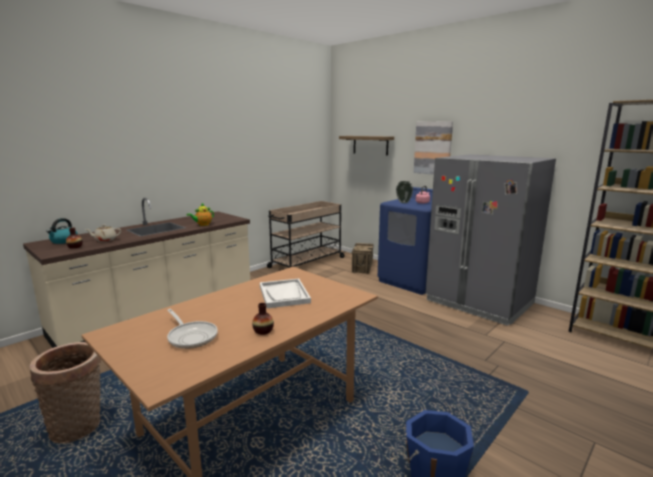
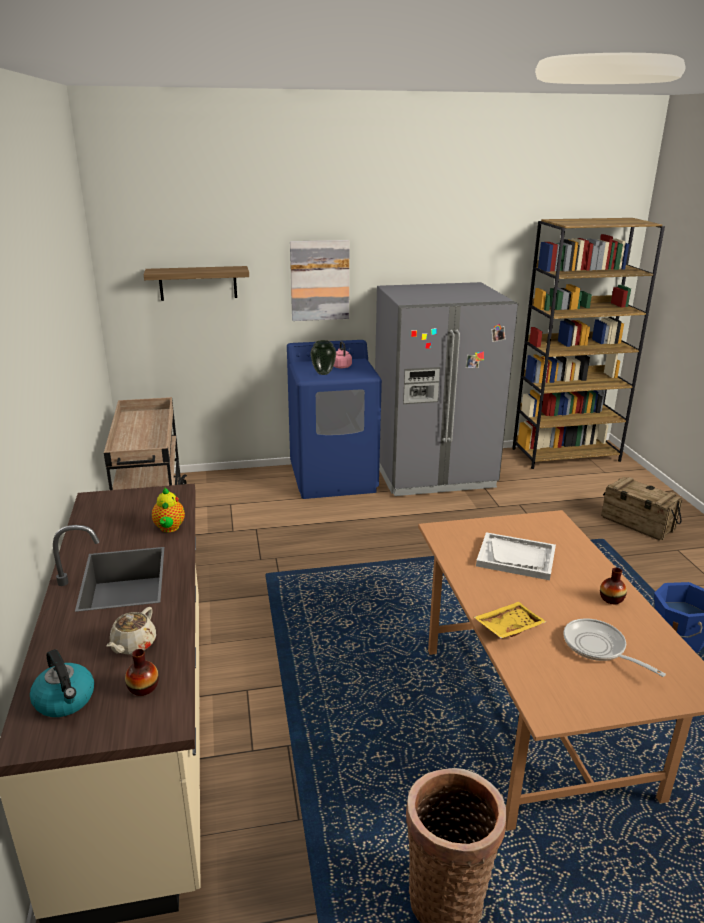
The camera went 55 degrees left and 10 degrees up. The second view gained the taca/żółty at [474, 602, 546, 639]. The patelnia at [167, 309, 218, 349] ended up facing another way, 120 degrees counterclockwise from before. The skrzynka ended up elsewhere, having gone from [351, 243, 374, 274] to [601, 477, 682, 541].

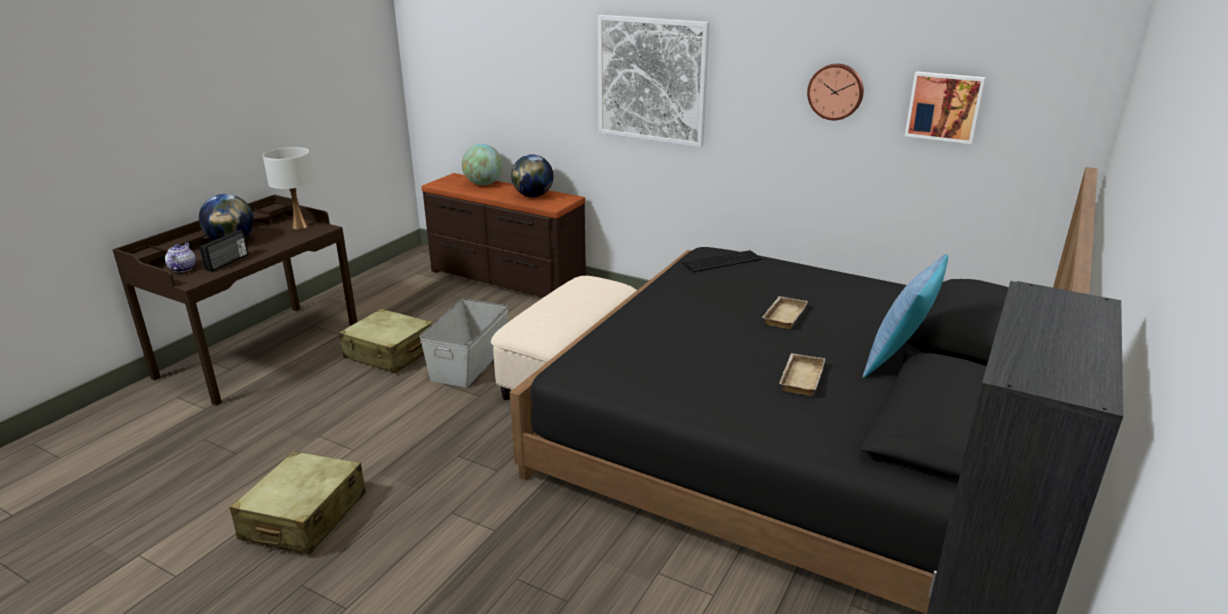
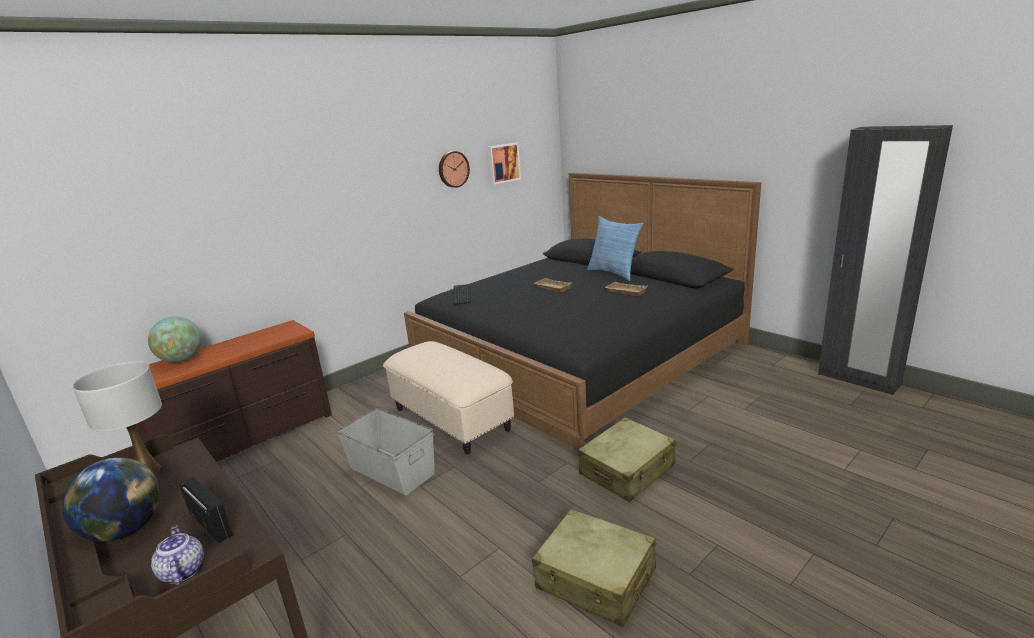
The camera went 70 degrees left and 5 degrees down. The imbryk at [165, 243, 196, 272] ended up facing another way, 45 degrees clockwise from before. The walizka/beżowy ended up elsewhere, having gone from [338, 309, 433, 373] to [578, 417, 676, 502]. The second view lost the globus at [511, 155, 553, 197]. The second view lost the obraz at [598, 15, 710, 147].

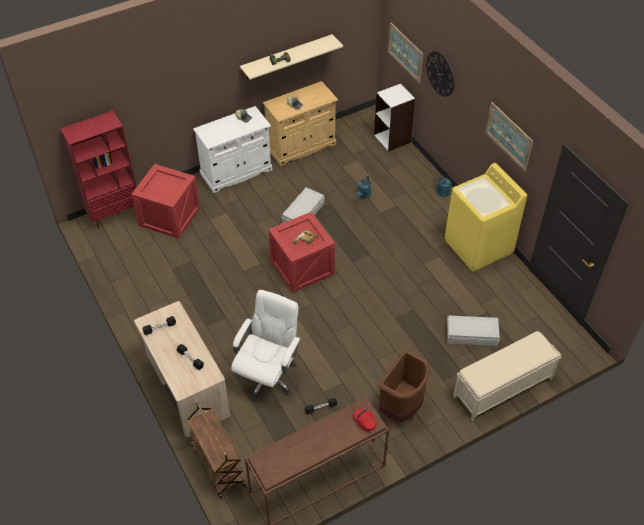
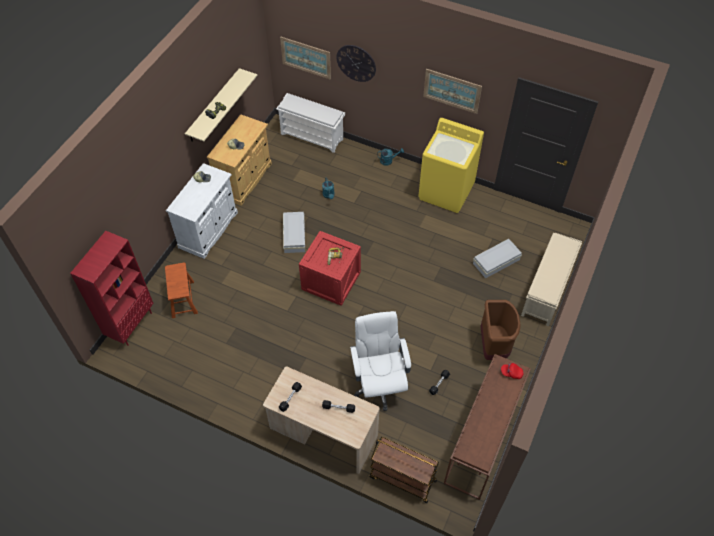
The camera went 35 degrees left and 5 degrees up. Where the skrzynka stood at [131, 164, 200, 239], the stołek/brązowy came to stand at [165, 263, 198, 318]. Where the regał/biały stood at [374, 83, 416, 152], the regał na buty/biały came to stand at [276, 93, 345, 153].

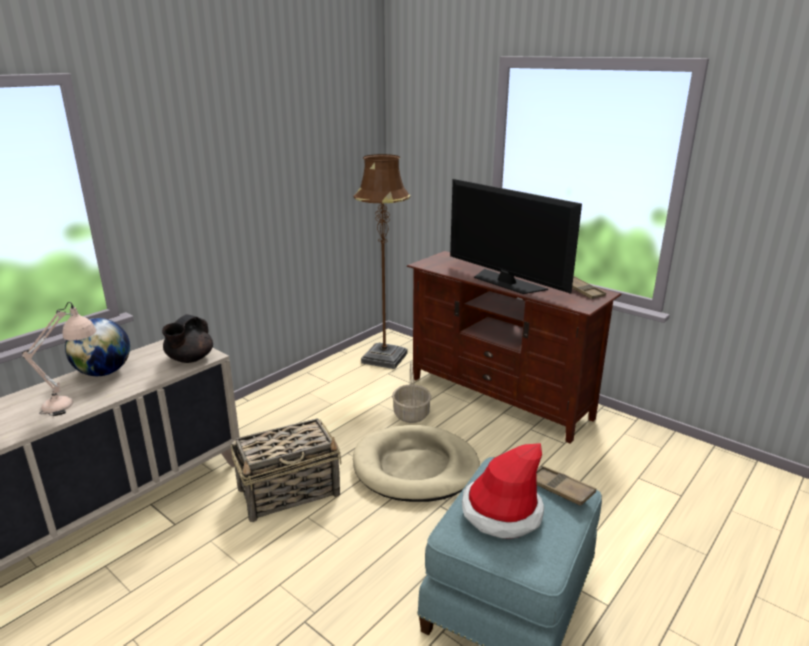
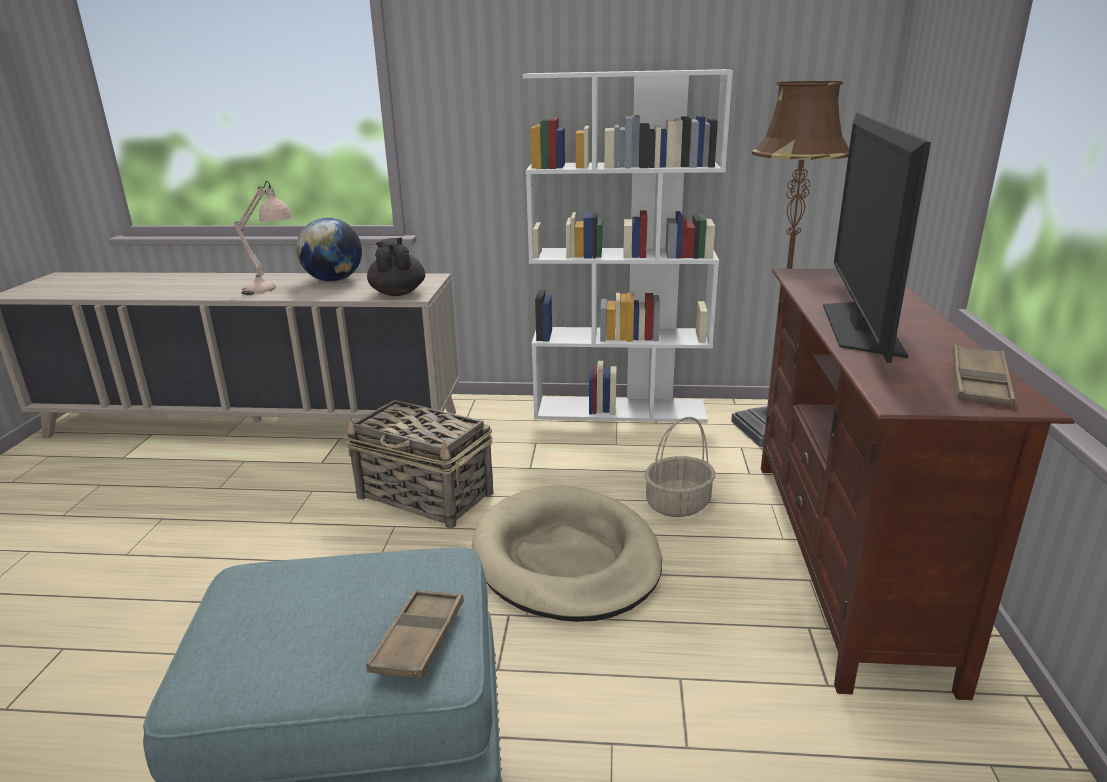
The camera went 55 degrees right and 0 degrees up. The imbryk/czarny at [162, 314, 213, 363] ended up facing another way, 90 degrees clockwise from before. The second view gained the regał/biały at [523, 69, 733, 422]. The second view lost the kapelusz at [462, 443, 544, 539].

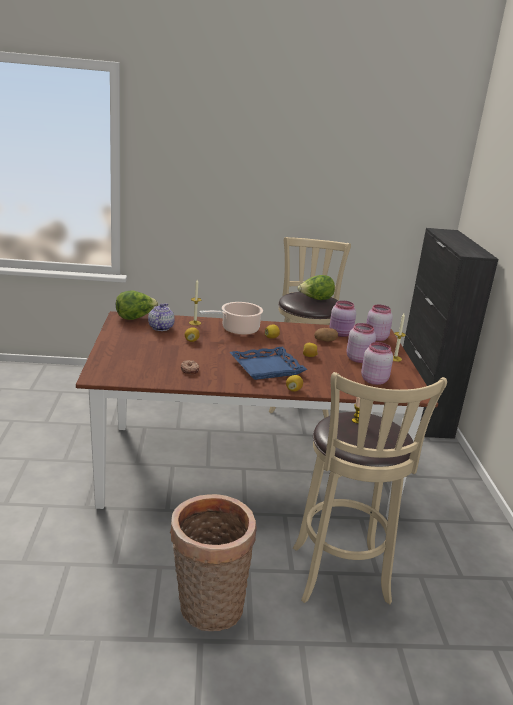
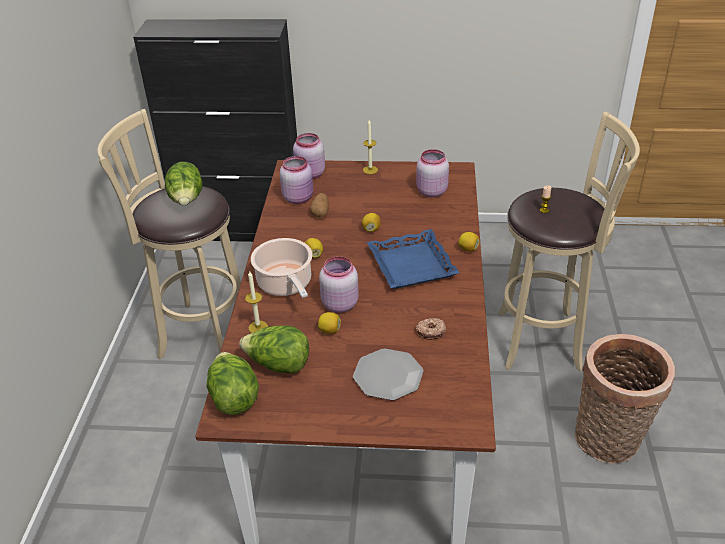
The camera went 80 degrees left and 15 degrees up. Where the imbryk stood at [148, 303, 175, 331], the sałata came to stand at [239, 326, 309, 374]. The słoik/różowy ended up elsewhere, having gone from [347, 323, 376, 363] to [319, 256, 359, 313]. The second view gained the talerz at [353, 349, 423, 400].

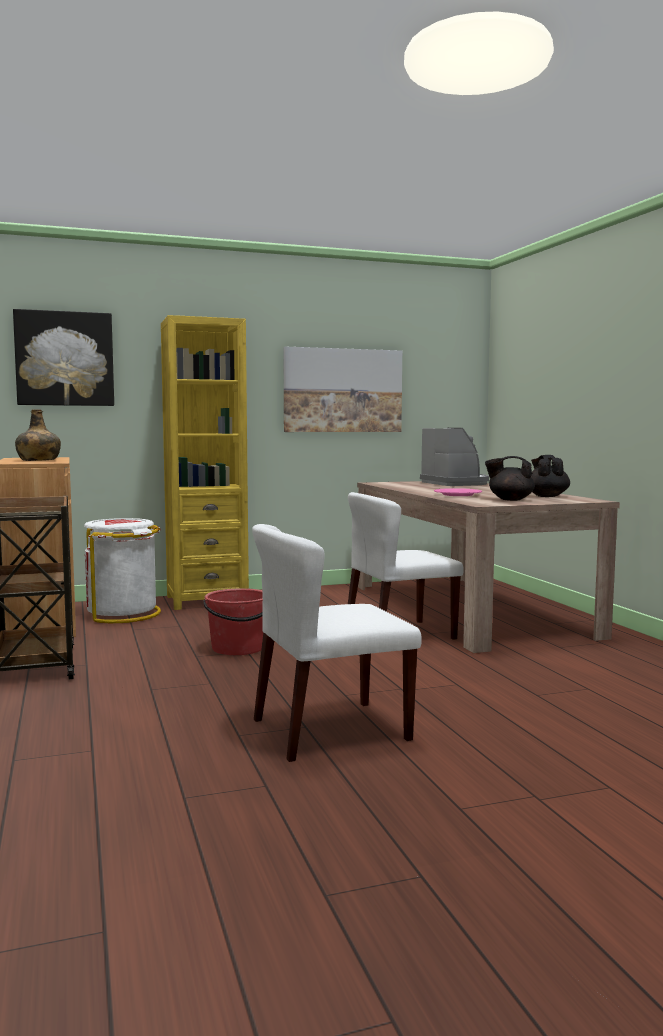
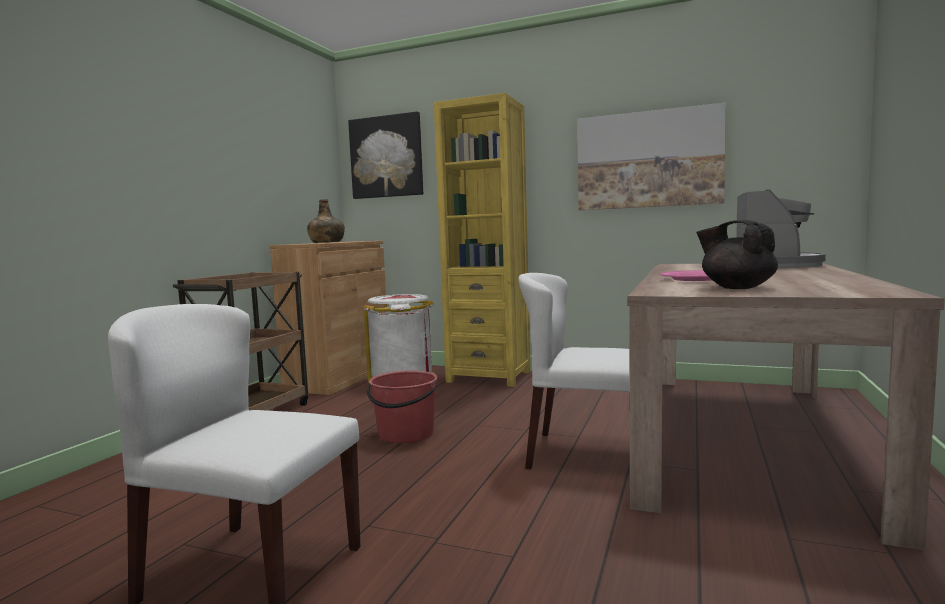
The camera went 40 degrees right and 0 degrees up. The second view lost the imbryk/czarny at [531, 455, 570, 497].

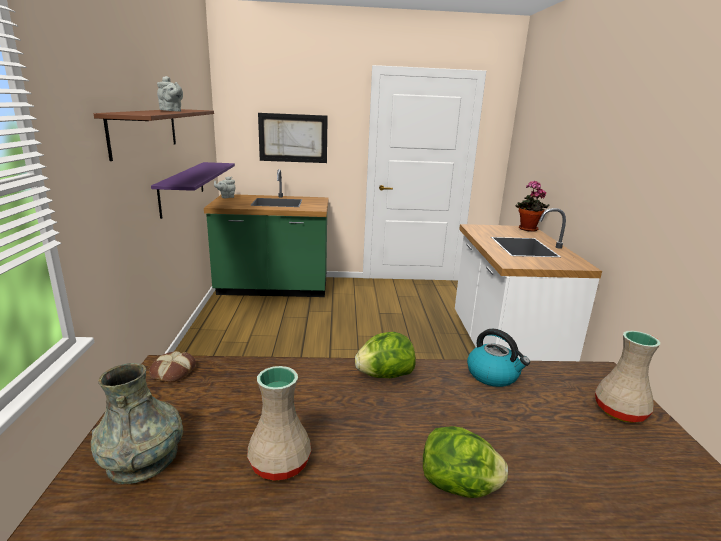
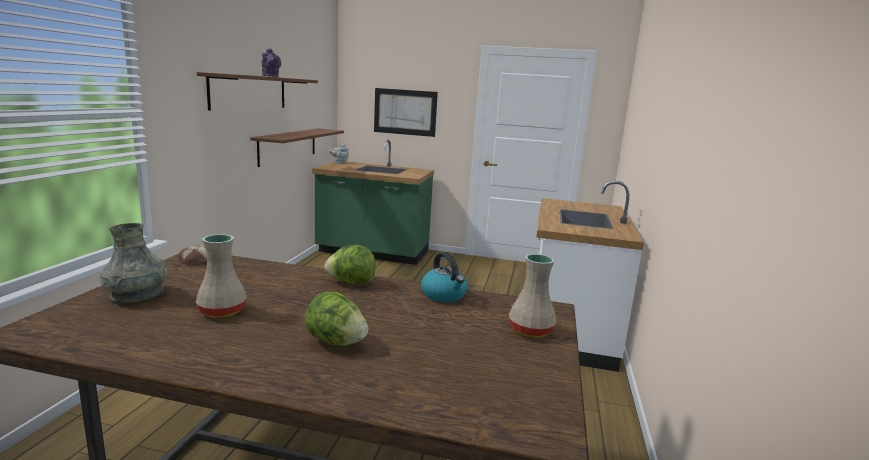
The camera went 15 degrees right and 5 degrees down. What was the półka/fioletowy at [151, 162, 235, 219] turned into the półka/brązowy at [250, 129, 344, 167]. What was the imbryk/szary at [157, 76, 183, 112] turned into the imbryk/fioletowy at [261, 48, 281, 77]. The second view lost the roślina doniczkowa at [516, 181, 549, 232].

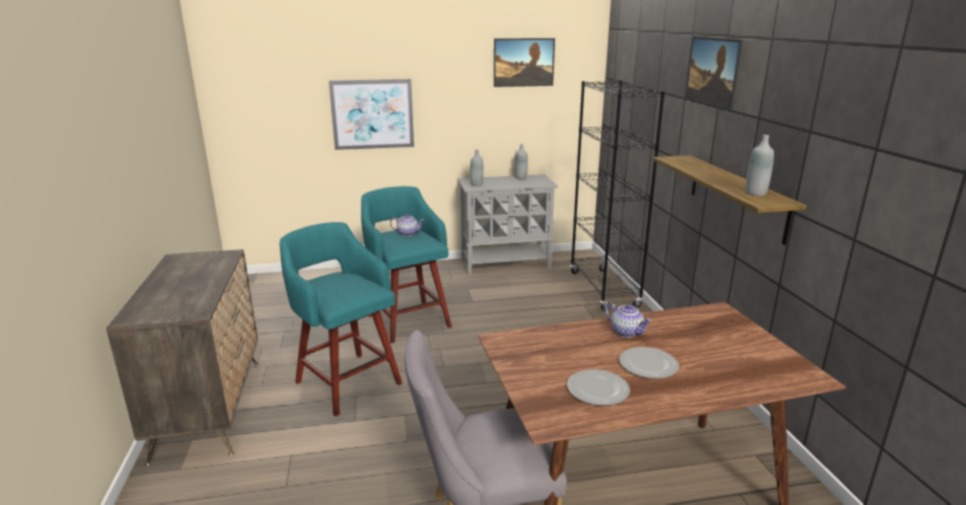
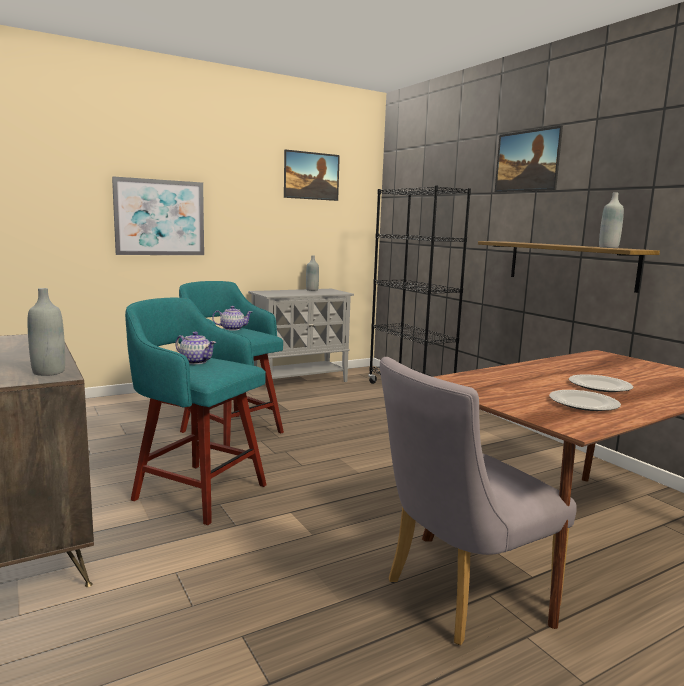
The camera went 20 degrees left and 10 degrees down. The butelka/szary ended up elsewhere, having gone from [470, 150, 484, 186] to [27, 288, 65, 376]. The imbryk ended up elsewhere, having gone from [605, 303, 652, 338] to [175, 332, 216, 364].

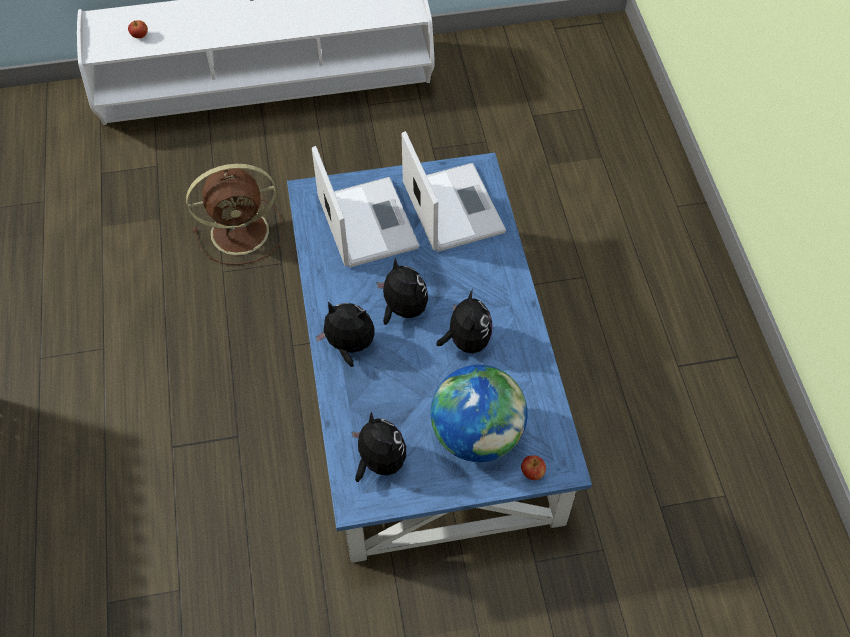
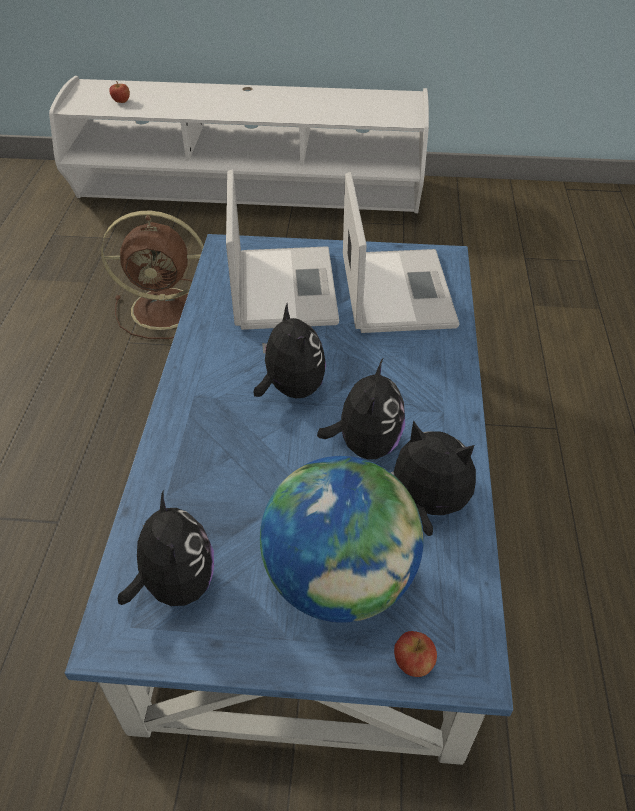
The camera went 15 degrees right and 10 degrees down. The pluszak ended up elsewhere, having gone from [316, 302, 375, 367] to [390, 420, 476, 536].

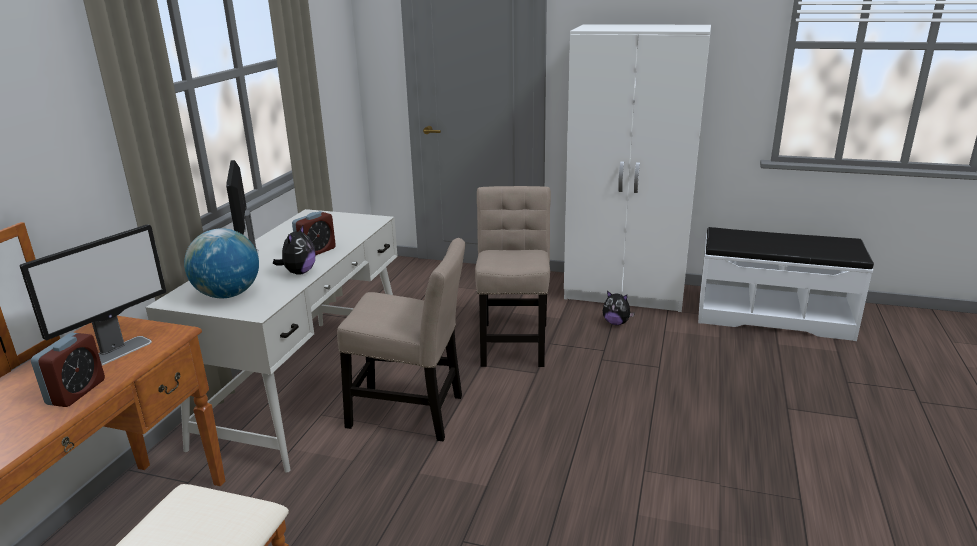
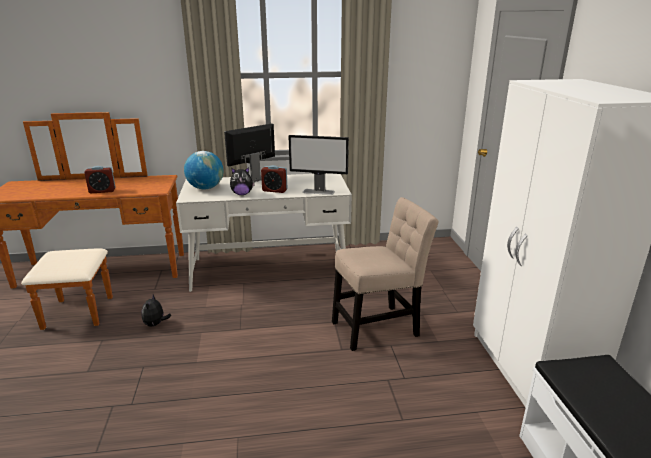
The camera went 65 degrees right and 0 degrees up. The pluszak ended up elsewhere, having gone from [603, 291, 635, 325] to [141, 294, 172, 327]. The monitor ended up elsewhere, having gone from [20, 224, 166, 366] to [289, 135, 349, 195]. The second view lost the krzesło/beżowy at [337, 238, 465, 441].

